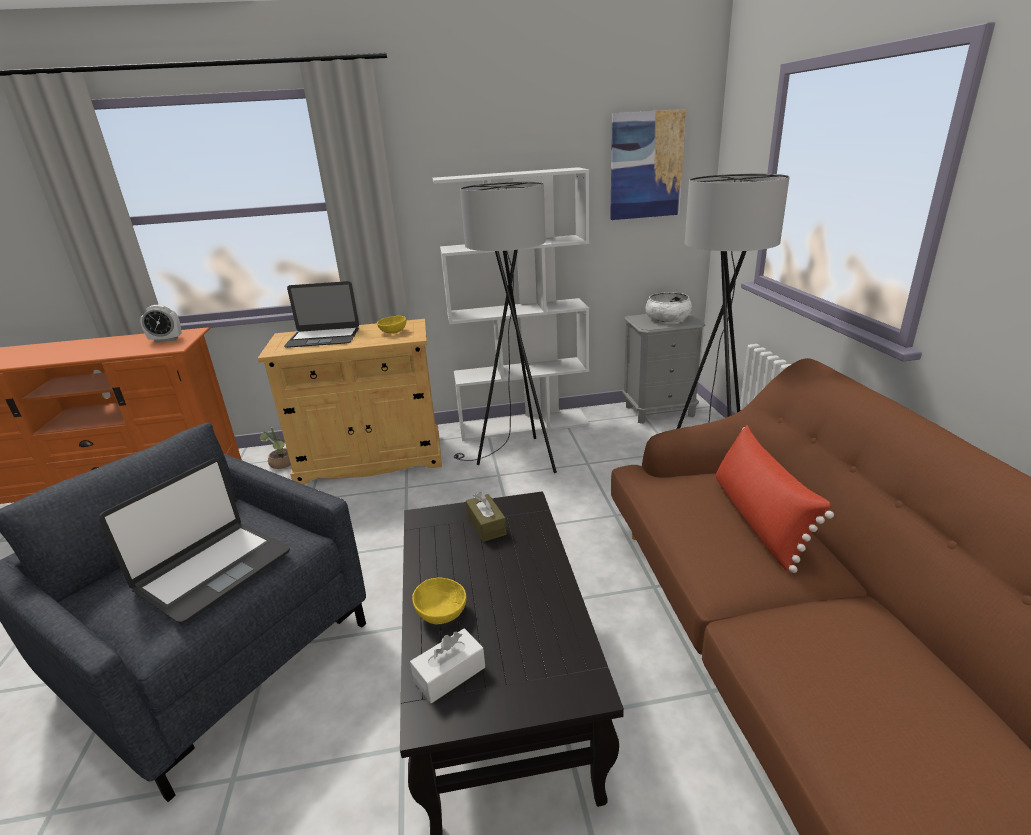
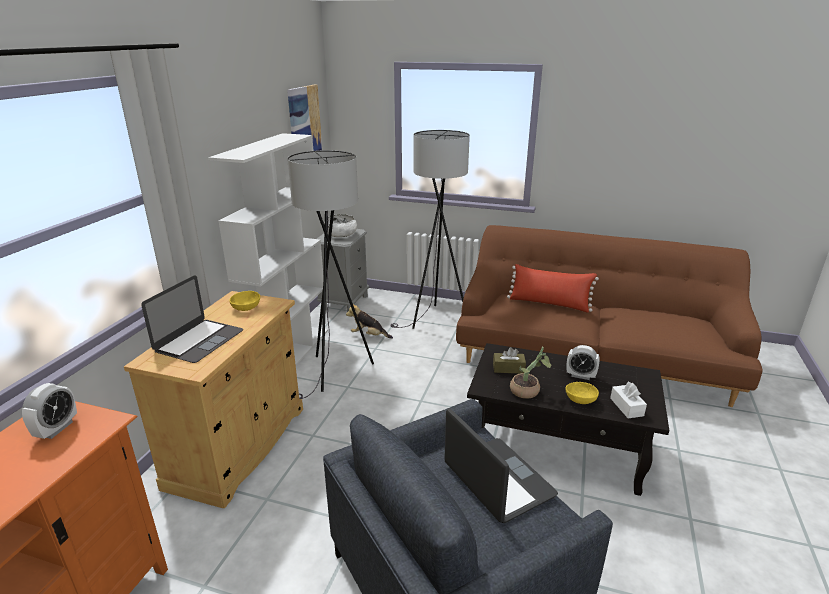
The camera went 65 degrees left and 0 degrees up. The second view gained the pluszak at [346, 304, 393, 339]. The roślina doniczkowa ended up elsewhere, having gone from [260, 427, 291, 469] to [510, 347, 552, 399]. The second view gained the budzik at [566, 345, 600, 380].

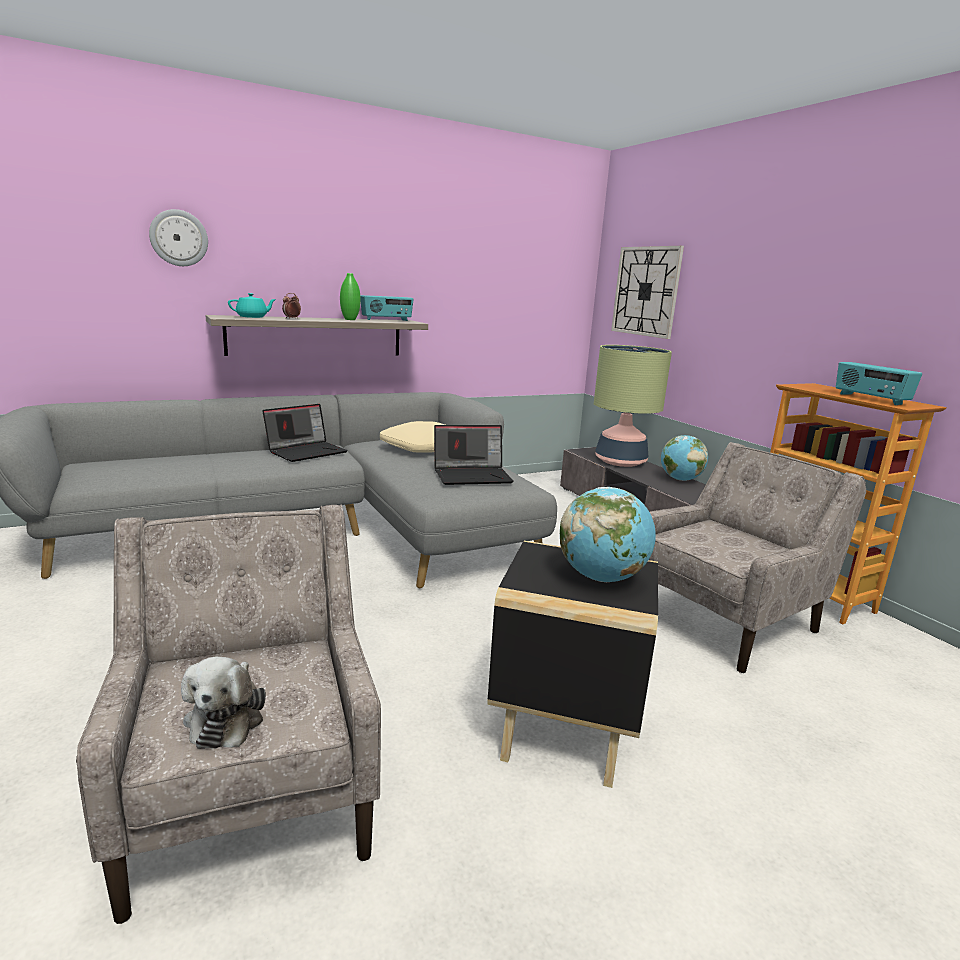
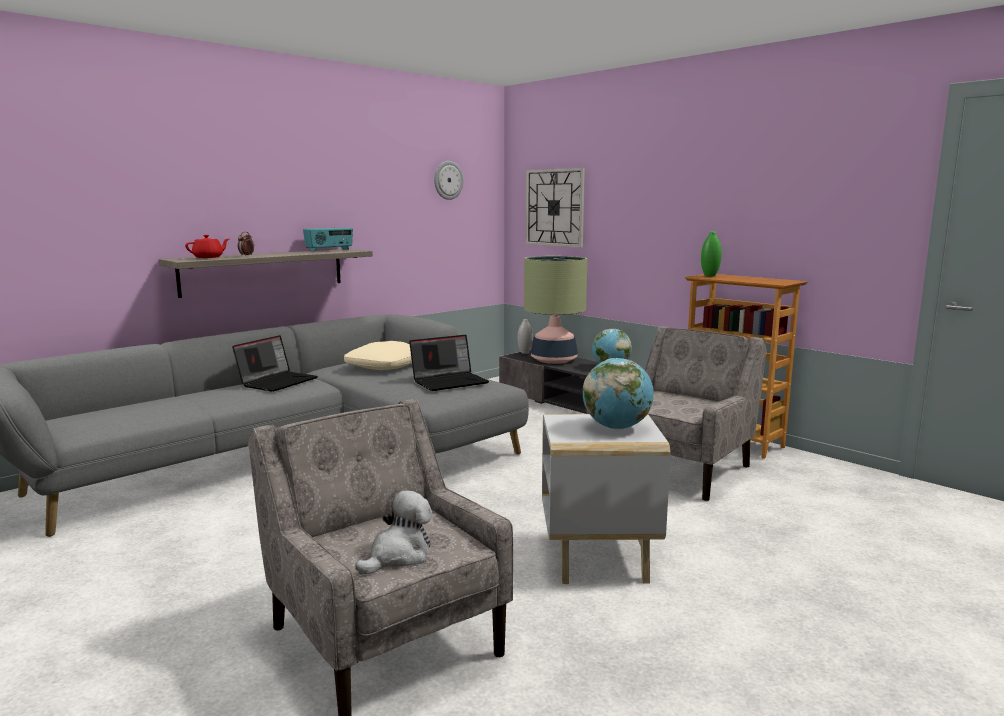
The camera went 15 degrees left and 5 degrees down. What was the imbryk/turkusowy at [228, 293, 276, 318] turned into the imbryk/czerwony at [185, 235, 229, 258]. The pluszak at [181, 657, 266, 749] ended up facing another way, 120 degrees counterclockwise from before. The zegar ścienny ended up elsewhere, having gone from [149, 209, 208, 266] to [434, 161, 464, 200]. The second view gained the wazon/biały at [518, 319, 533, 354]. What was the stolik/czarny at [488, 541, 658, 788] turned into the stolik/biały at [542, 414, 671, 584]. The wazon/zielony ended up elsewhere, having gone from [340, 273, 361, 320] to [701, 232, 722, 277]. The second view lost the radio at [836, 362, 922, 405].

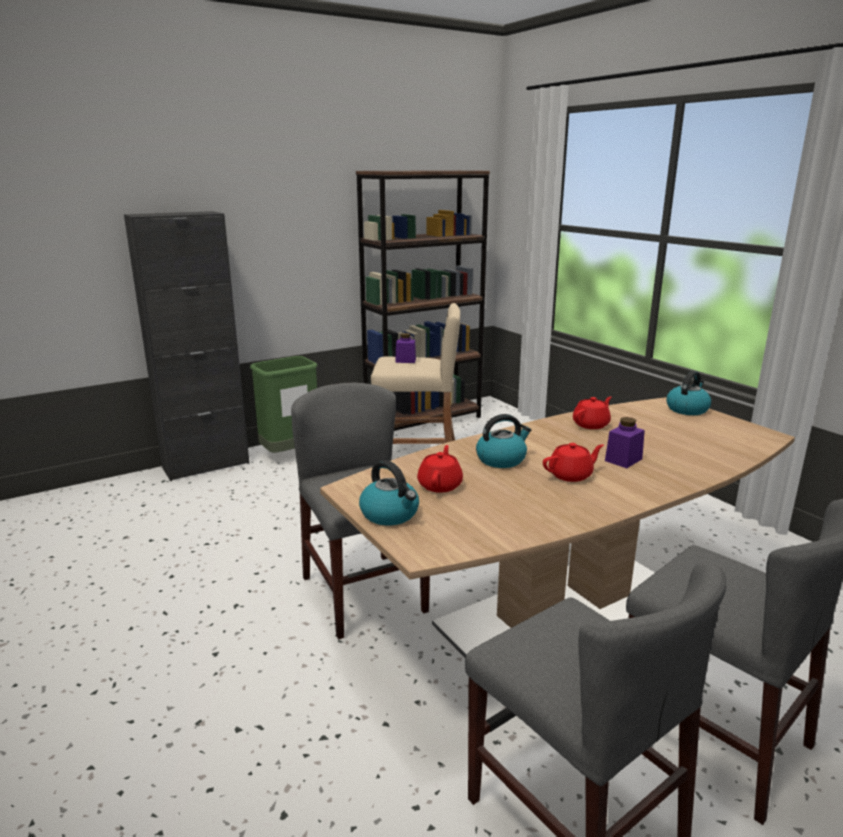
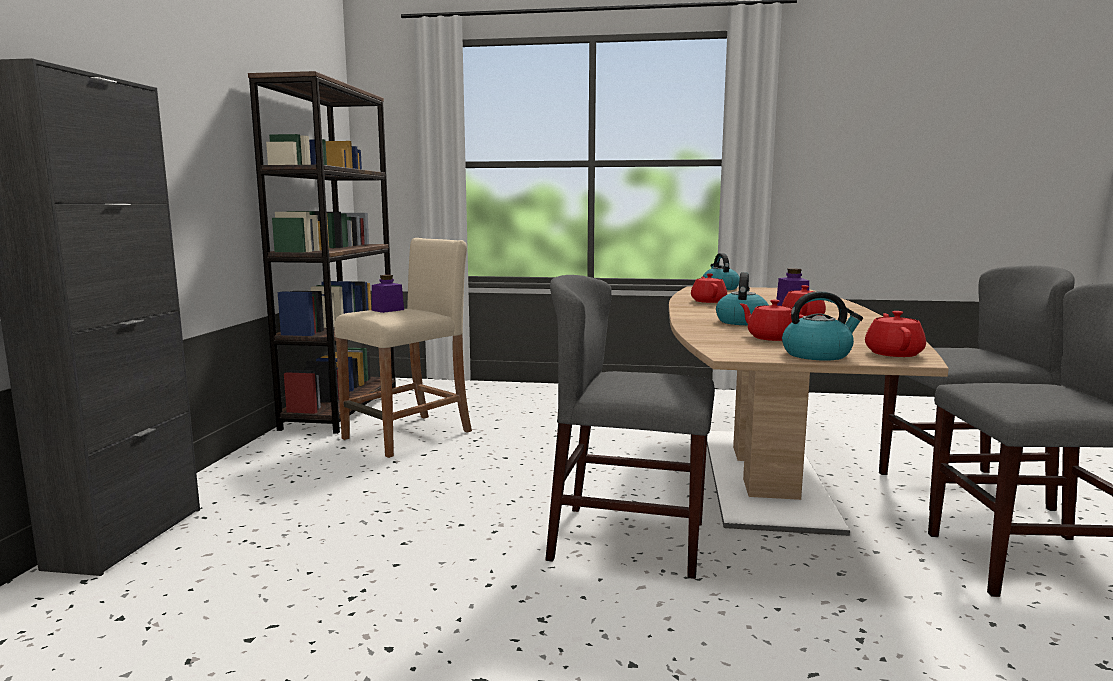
The camera went 50 degrees left and 10 degrees down. The second view gained the imbryk/czerwony at [865, 311, 926, 357]. The second view lost the kosz na śmieci/zielony at [250, 356, 317, 453].

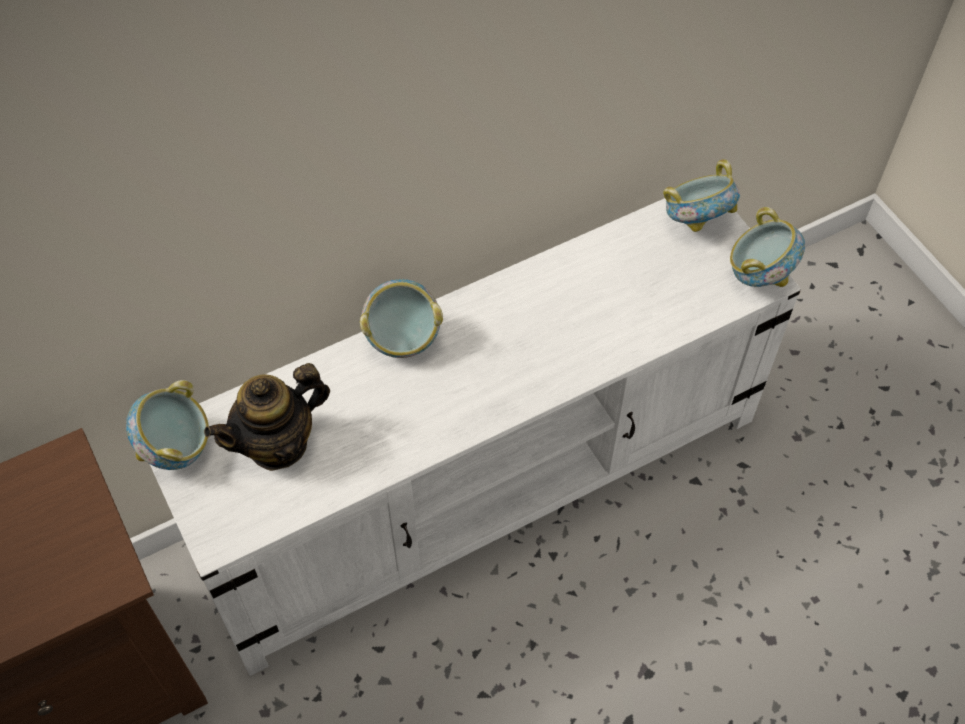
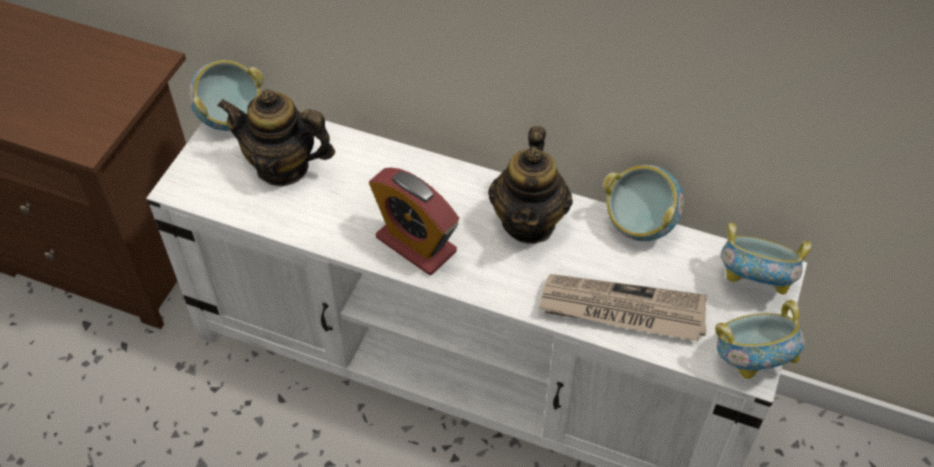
The camera went 50 degrees right and 5 degrees down. The second view gained the budzik at [369, 168, 459, 275]. The second view gained the imbryk at [488, 126, 573, 244]. The second view gained the gazeta at [539, 274, 707, 341]. The miska ended up elsewhere, having gone from [360, 279, 443, 358] to [603, 165, 684, 241].

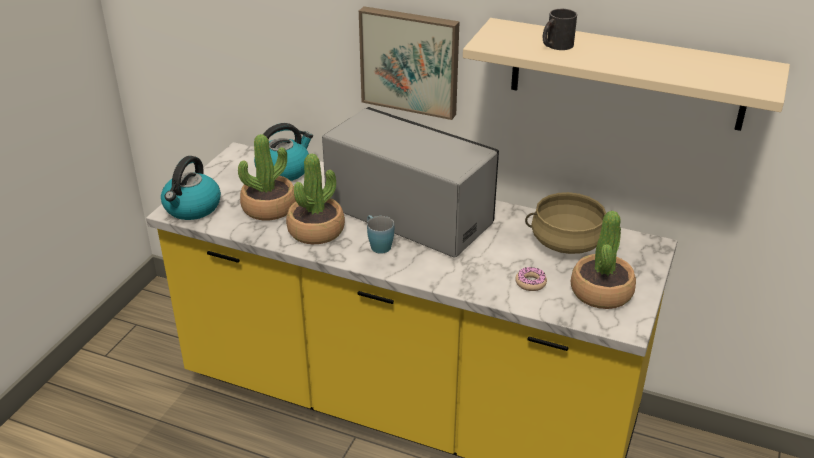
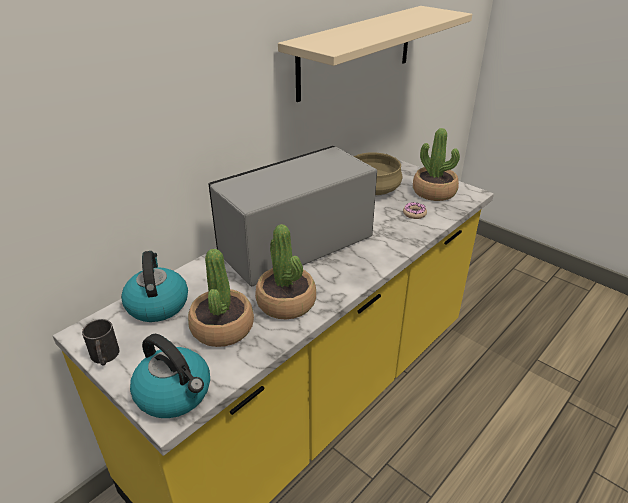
The camera went 70 degrees left and 0 degrees up. The kubek/czarny ended up elsewhere, having gone from [543, 9, 577, 50] to [82, 319, 120, 366]. The second view lost the obraz at [359, 6, 460, 120]. The second view lost the kubek/niebieski at [367, 215, 394, 254].

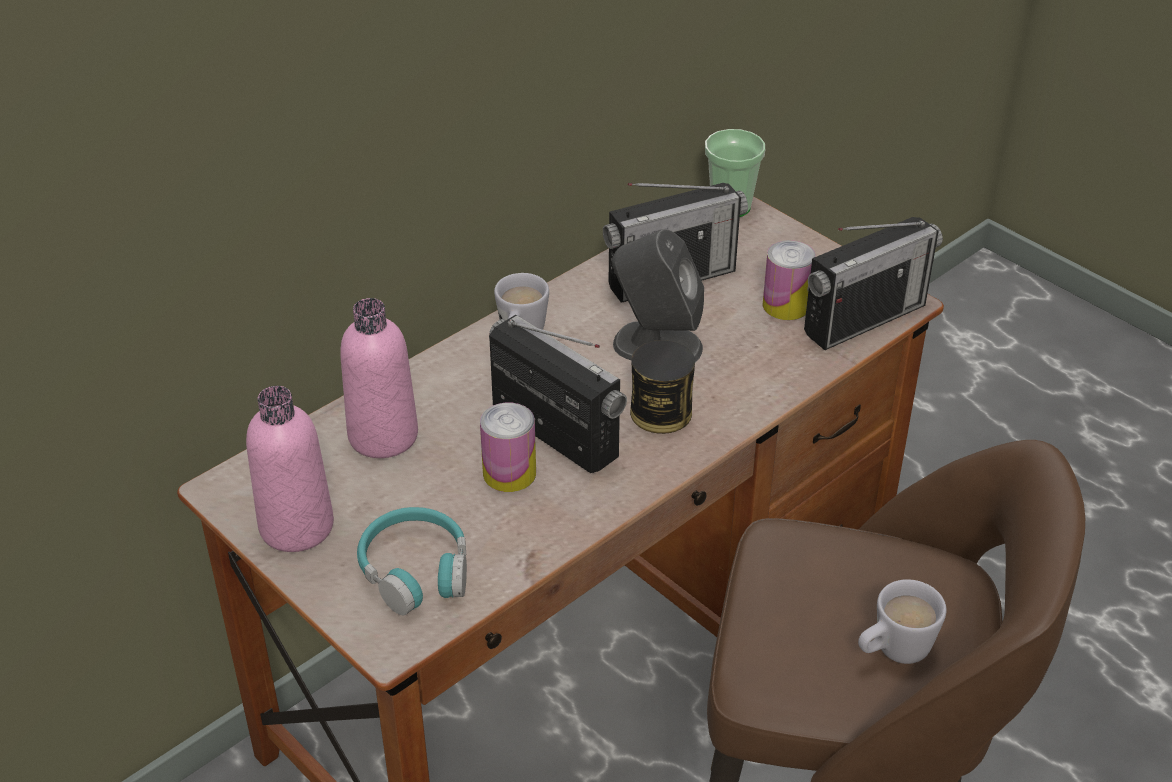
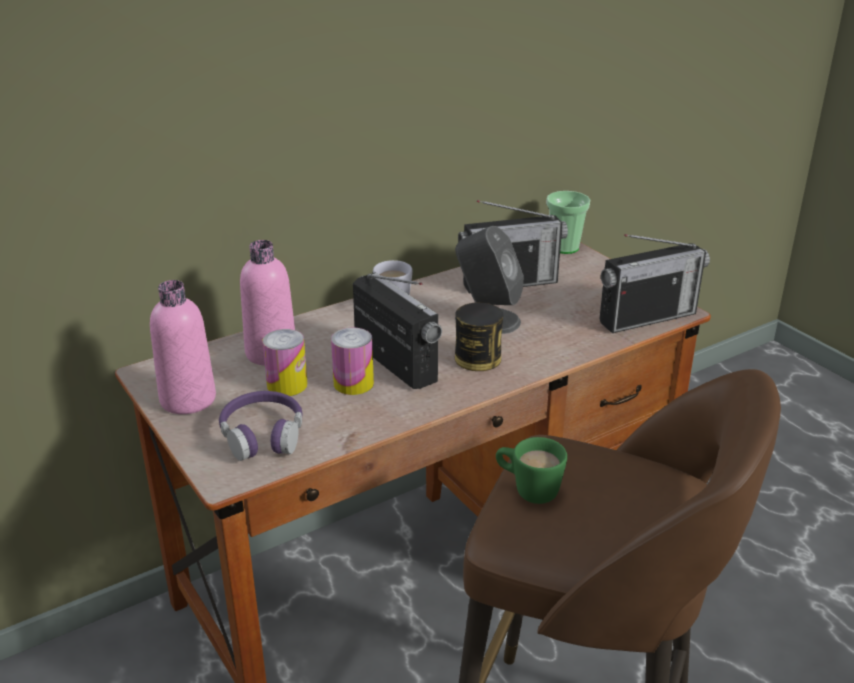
The camera went 10 degrees right and 10 degrees down. What was the słuchawki/turkusowy at [357, 507, 467, 615] turned into the słuchawki/fioletowy at [219, 391, 302, 461]. The puszka ended up elsewhere, having gone from [762, 240, 816, 320] to [262, 329, 307, 396]. The second view gained the kubek/zielony at [496, 437, 567, 504]. The second view lost the kubek/biały at [858, 579, 947, 664].

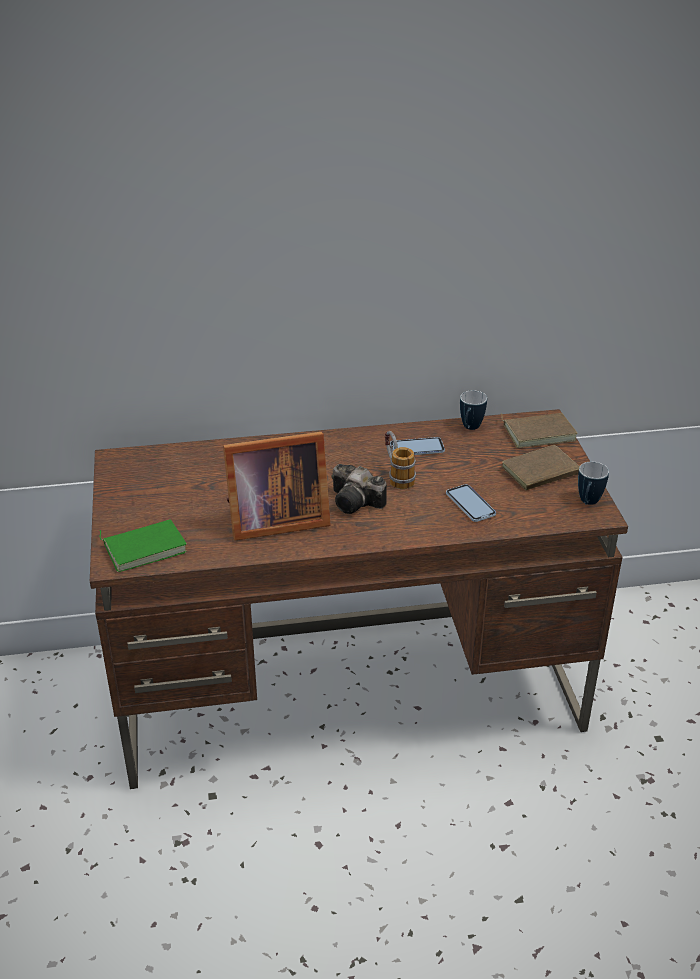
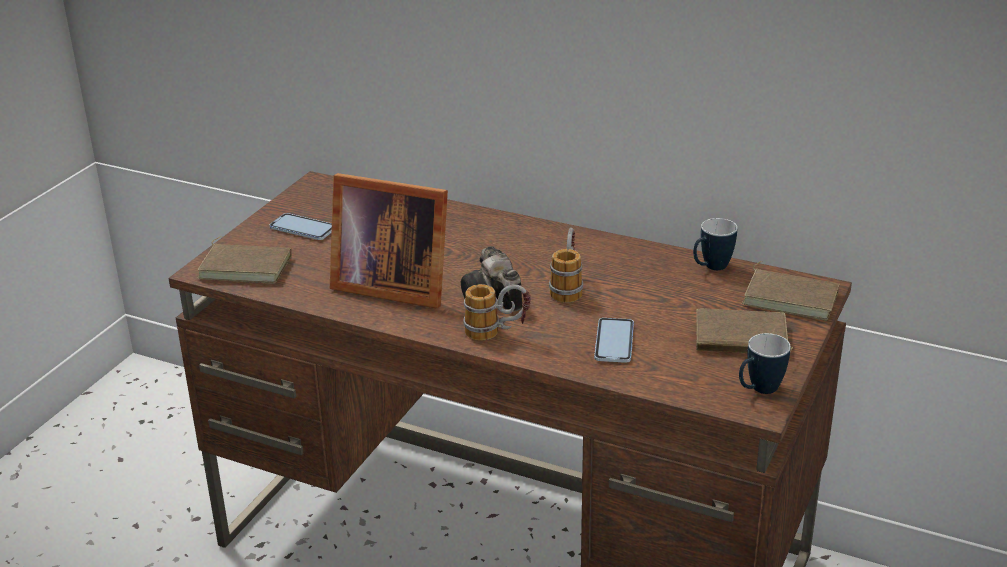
The camera went 35 degrees right and 5 degrees down. What was the książka/zielony at [99, 519, 187, 572] turned into the książka/brązowy at [197, 236, 292, 284]. The telefon ended up elsewhere, having gone from [390, 437, 445, 455] to [269, 213, 332, 240]. The second view gained the kubek at [463, 284, 531, 341].

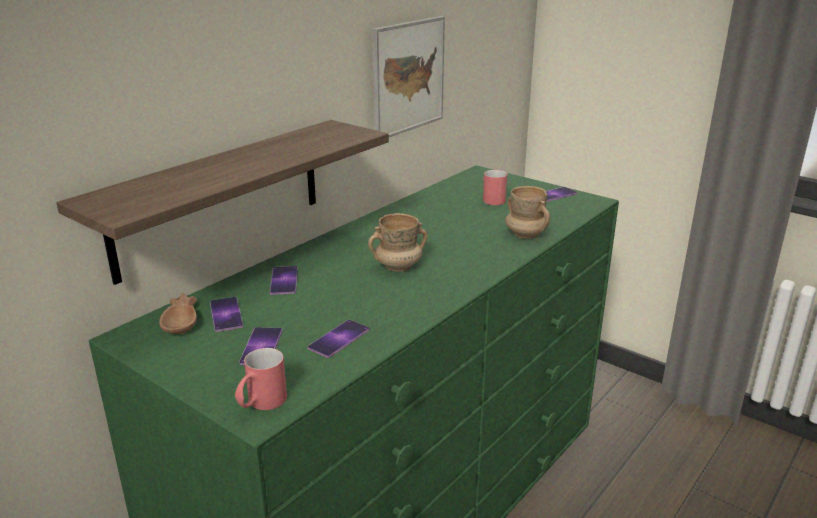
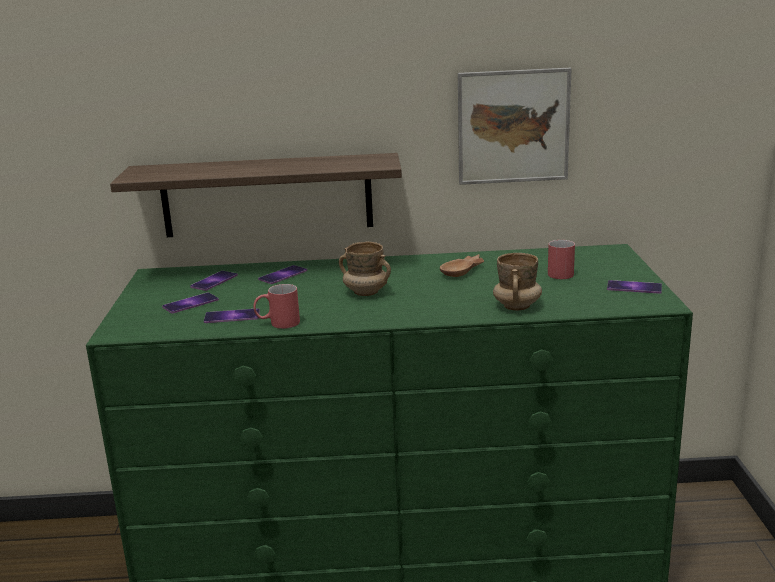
The camera went 50 degrees right and 5 degrees down. The kubek/czerwony ended up elsewhere, having gone from [235, 348, 287, 410] to [253, 284, 300, 329]. The miska/brązowy ended up elsewhere, having gone from [159, 292, 197, 334] to [440, 254, 484, 277].

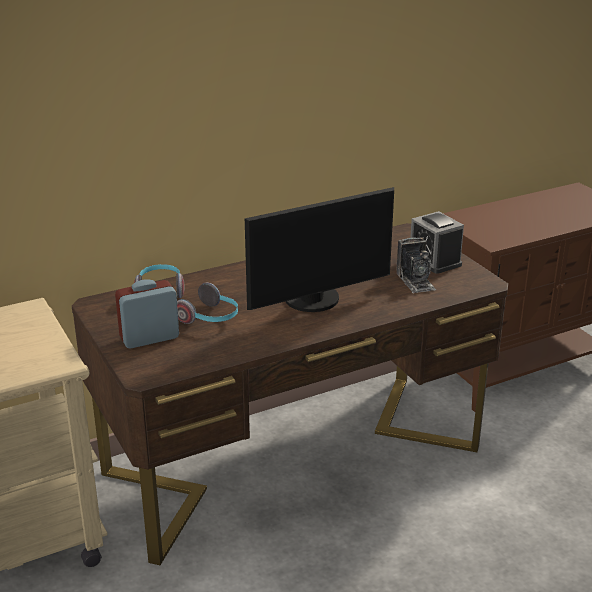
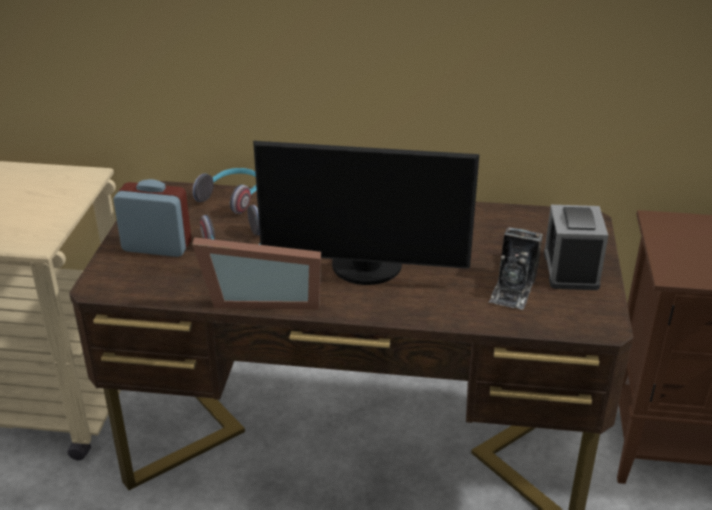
The camera went 35 degrees right and 5 degrees up. The second view gained the ramka na zdjęcie at [192, 237, 321, 310].

